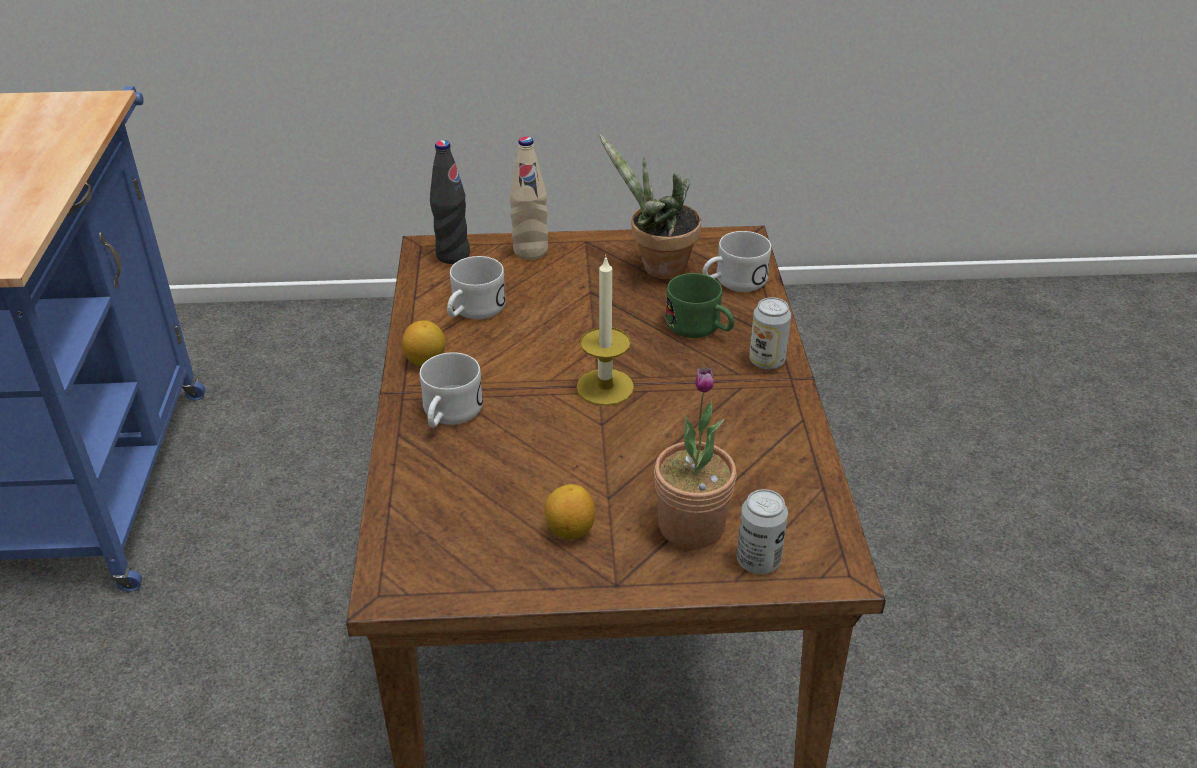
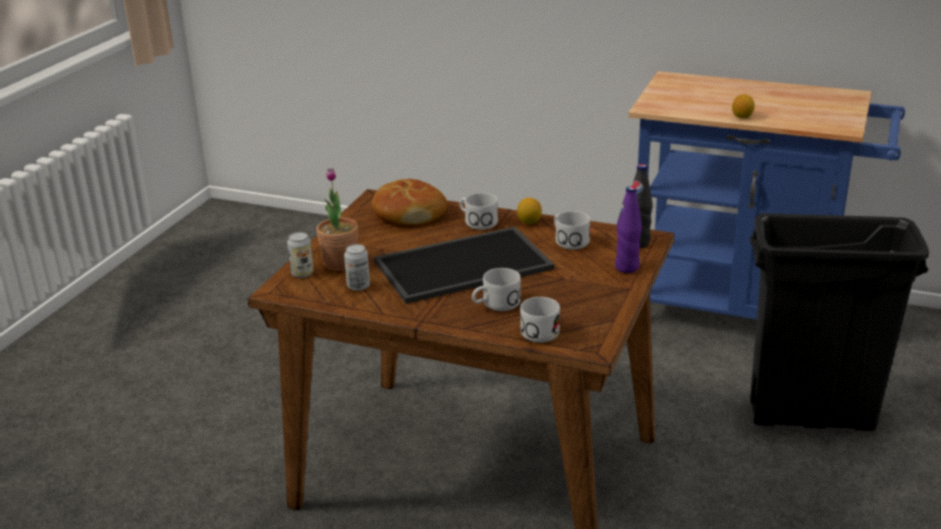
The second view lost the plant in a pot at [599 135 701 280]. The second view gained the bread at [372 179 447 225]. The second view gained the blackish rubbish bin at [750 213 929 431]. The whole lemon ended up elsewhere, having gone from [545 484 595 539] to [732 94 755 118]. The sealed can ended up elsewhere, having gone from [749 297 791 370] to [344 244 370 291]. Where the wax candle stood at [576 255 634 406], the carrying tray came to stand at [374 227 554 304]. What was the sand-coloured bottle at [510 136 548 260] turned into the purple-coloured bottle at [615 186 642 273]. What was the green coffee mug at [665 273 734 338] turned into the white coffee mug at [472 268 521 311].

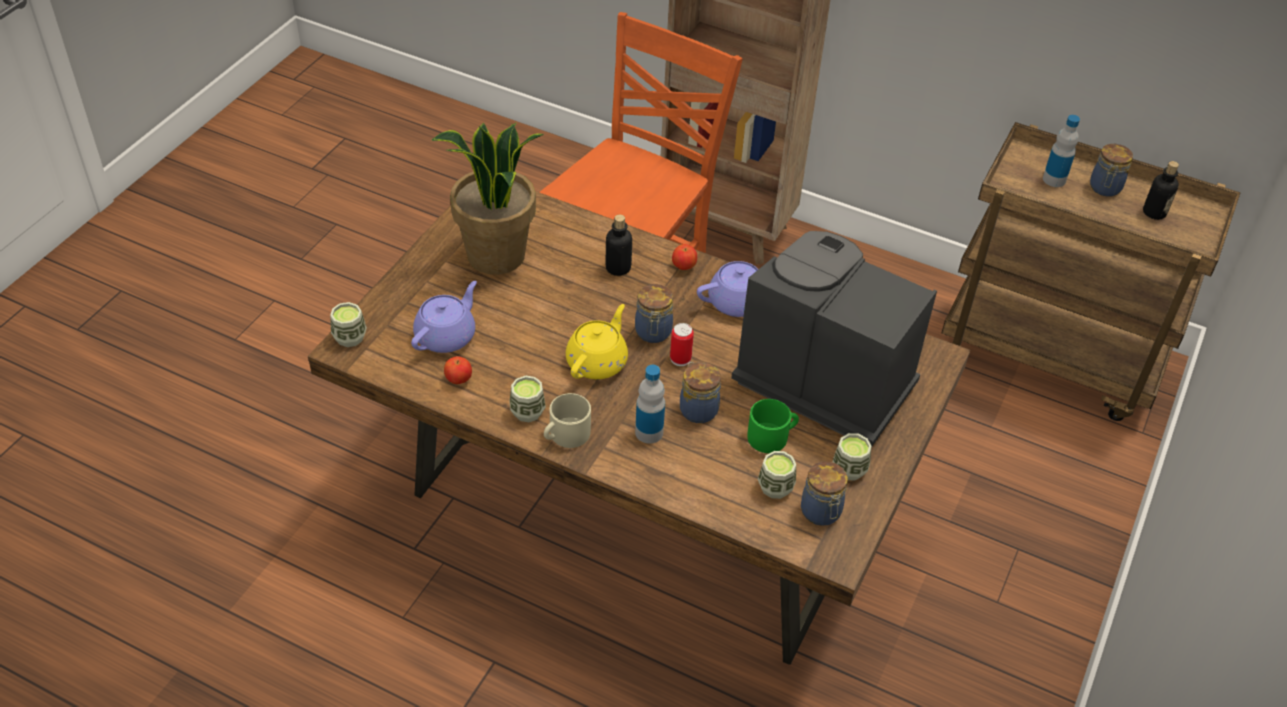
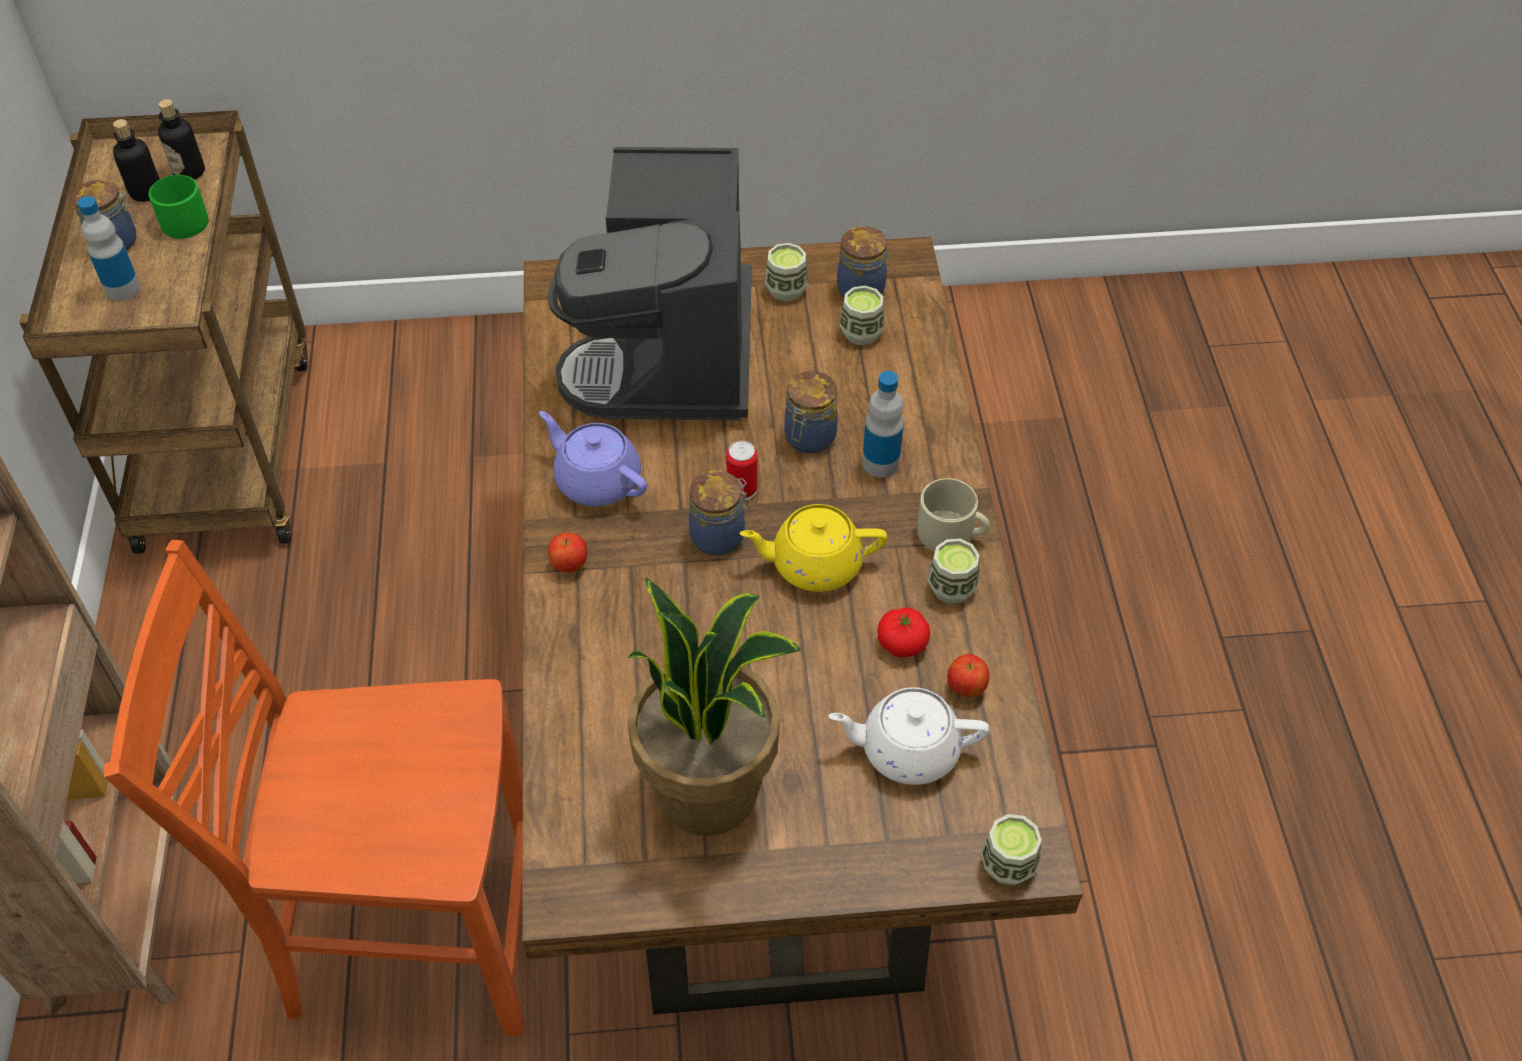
The second view gained the tomato at [877 607 930 657]. The bottle ended up elsewhere, having gone from [606 215 632 276] to [158 99 205 180]. The green coffee mug ended up elsewhere, having gone from [747 399 799 453] to [149 175 209 239]. What was the purple-coloured pot for tea at [411 281 477 353] turned into the white pot for tea at [829 687 990 785].

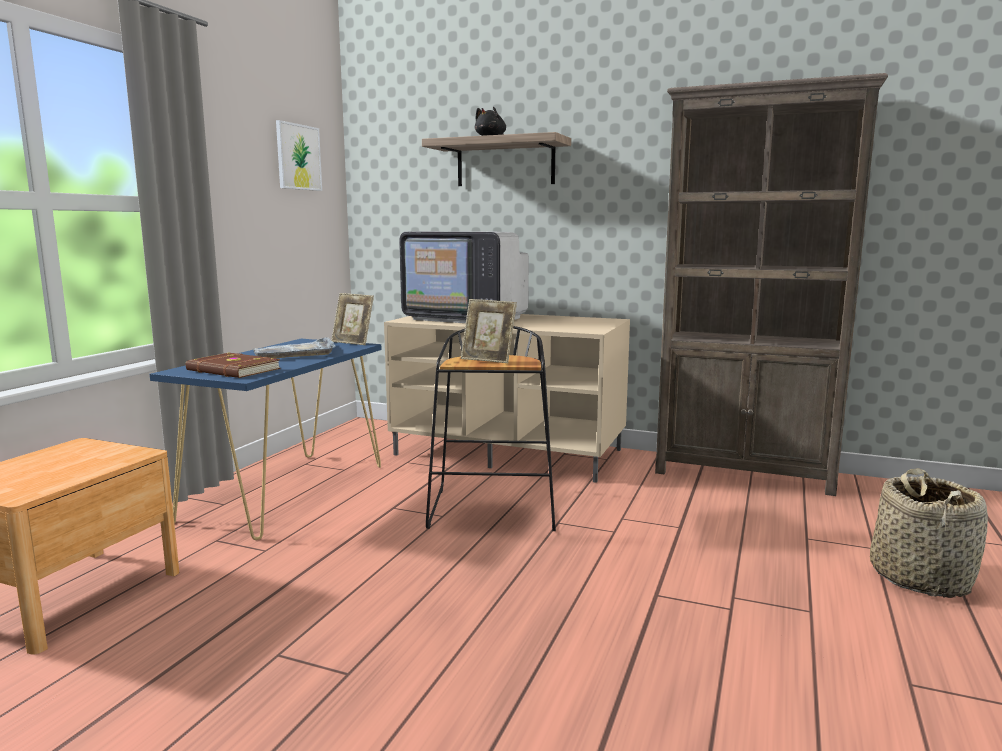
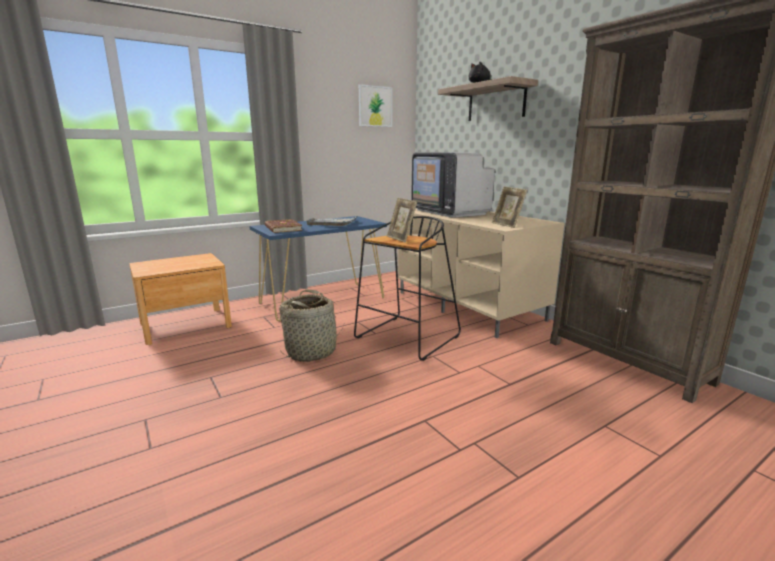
The picture frame ended up elsewhere, having gone from [331 293 374 345] to [492 187 527 228]. The storage basket ended up elsewhere, having gone from [870 468 988 598] to [279 289 344 362].

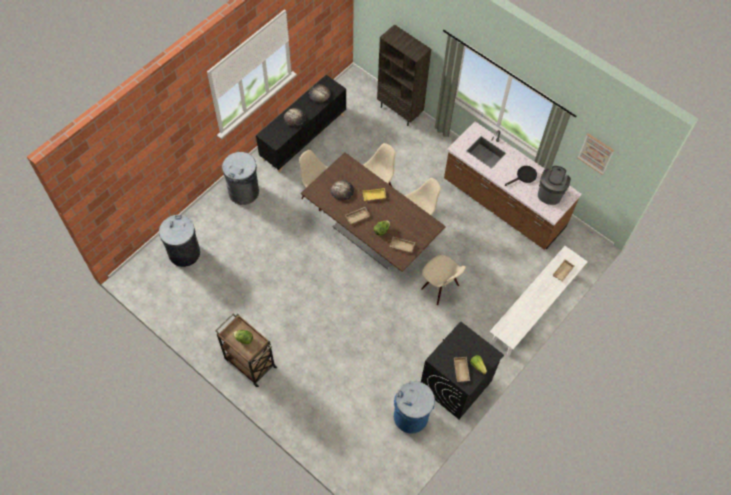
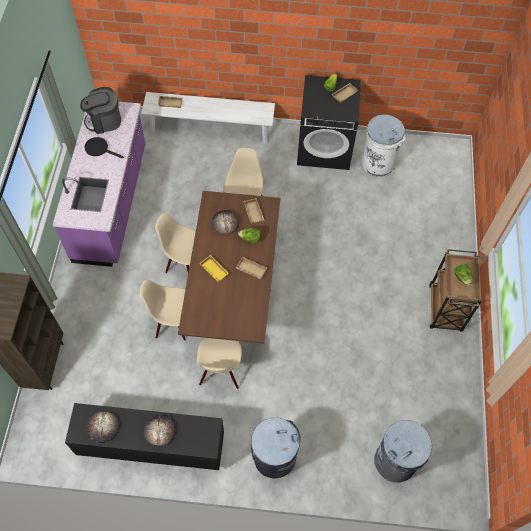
The second view lost the wall picture at [578 133 614 175]. The bread ended up elsewhere, having gone from [331 180 354 200] to [211 210 239 234]. What was the bluish rubbish bin at [394 381 435 433] turned into the white rubbish bin at [362 114 406 176]. What was the brown kitchen counter at [444 121 581 250] turned into the purple-coloured kitchen counter at [53 101 146 267].

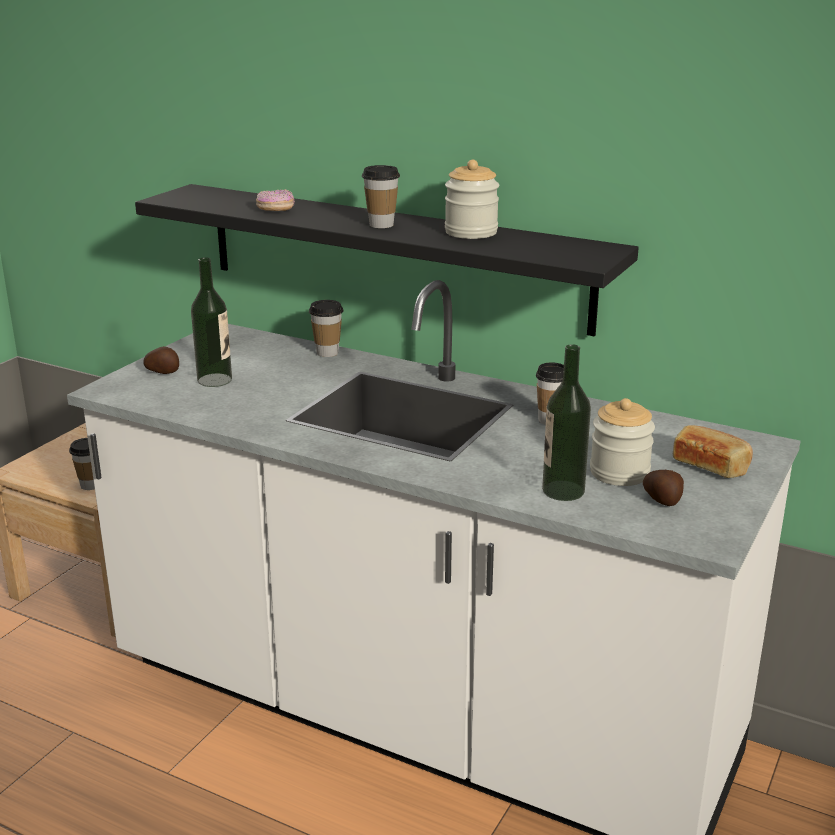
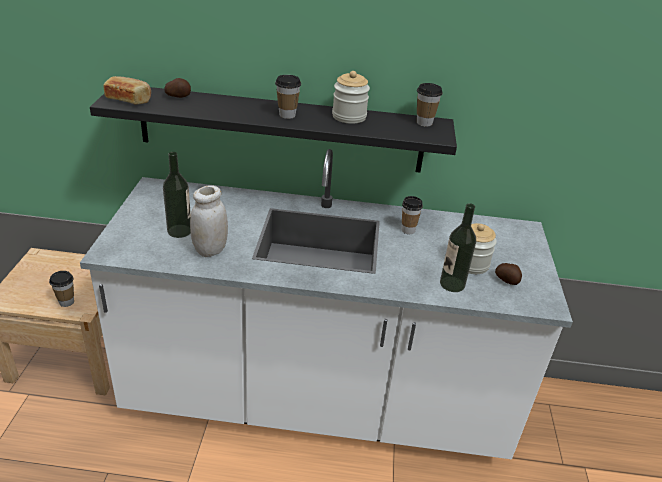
The second view lost the doughnut at [256 189 295 211]. The second view gained the white preserve jar at [190 185 228 257]. The whole potato ended up elsewhere, having gone from [144 346 179 374] to [164 78 191 98]. The drinking cup ended up elsewhere, having gone from [309 300 343 357] to [417 83 443 126]. The bread ended up elsewhere, having gone from [673 425 753 478] to [103 76 151 104].

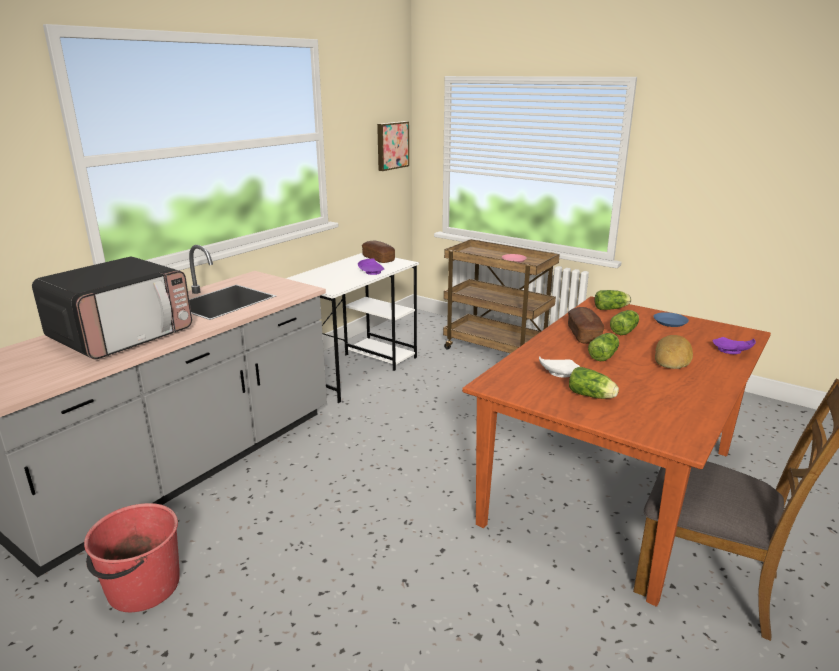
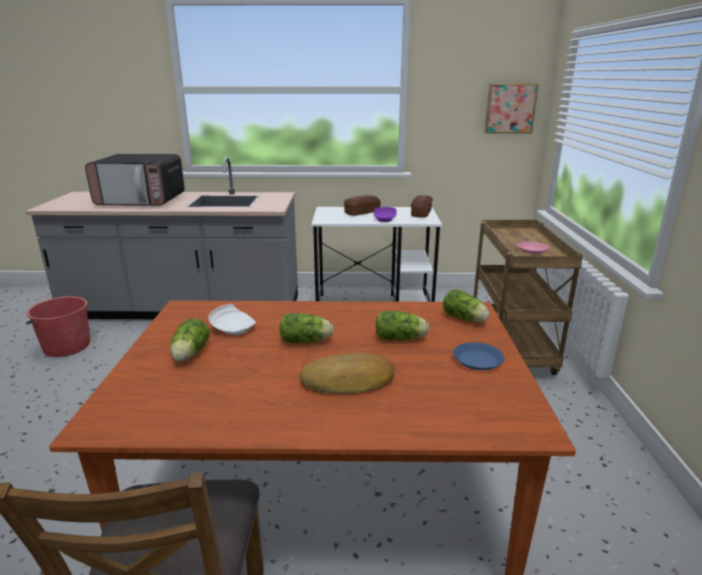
The second view lost the purple-coloured plate at [713 337 756 354]. The bread ended up elsewhere, having gone from [568 307 604 344] to [344 195 381 216].

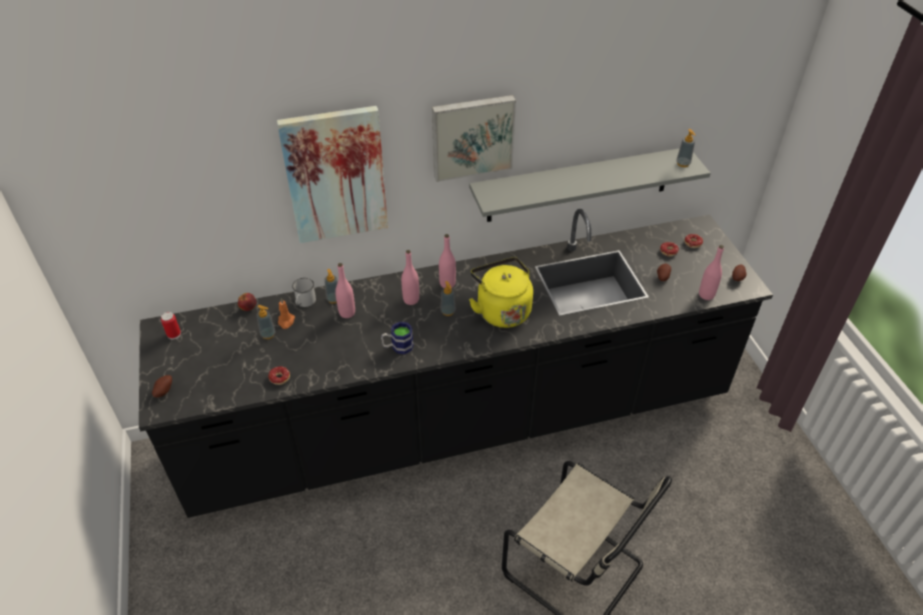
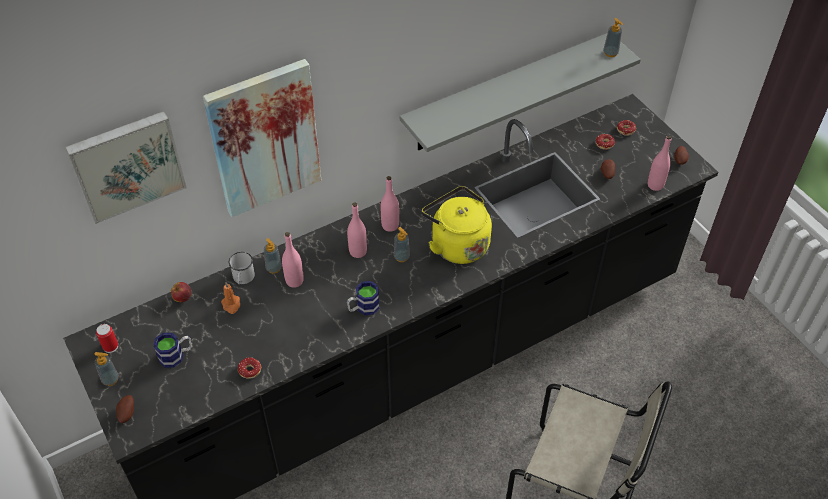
The second view gained the coffee mug at [153 333 192 368]. The soap bottle ended up elsewhere, having gone from [257 305 276 339] to [94 352 119 386]. The wall picture ended up elsewhere, having gone from [432 95 516 182] to [65 111 187 224].

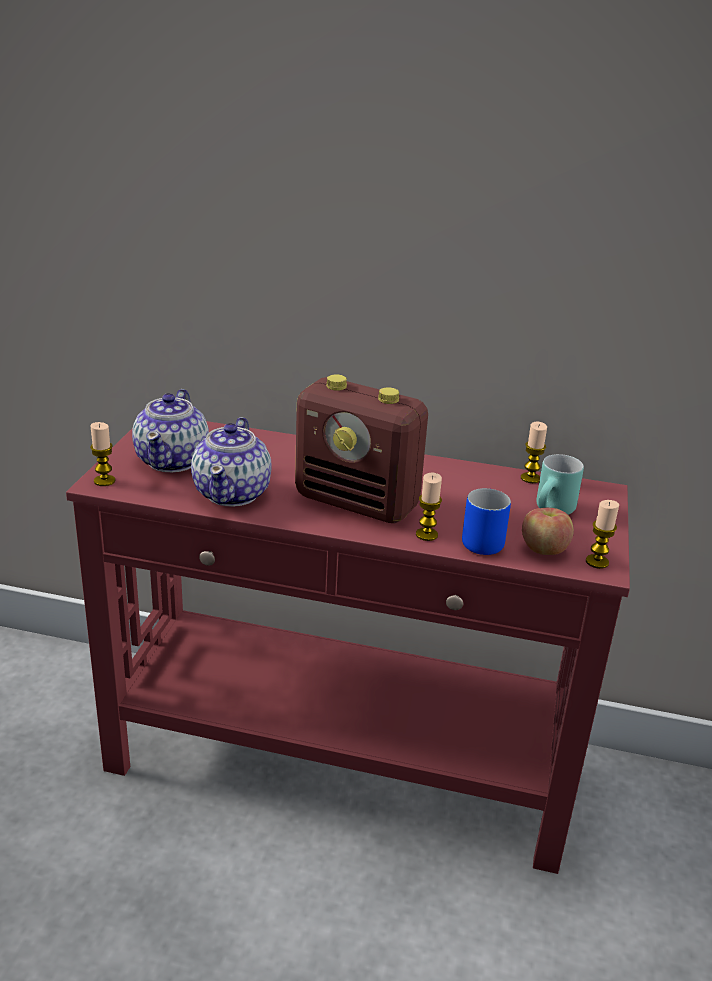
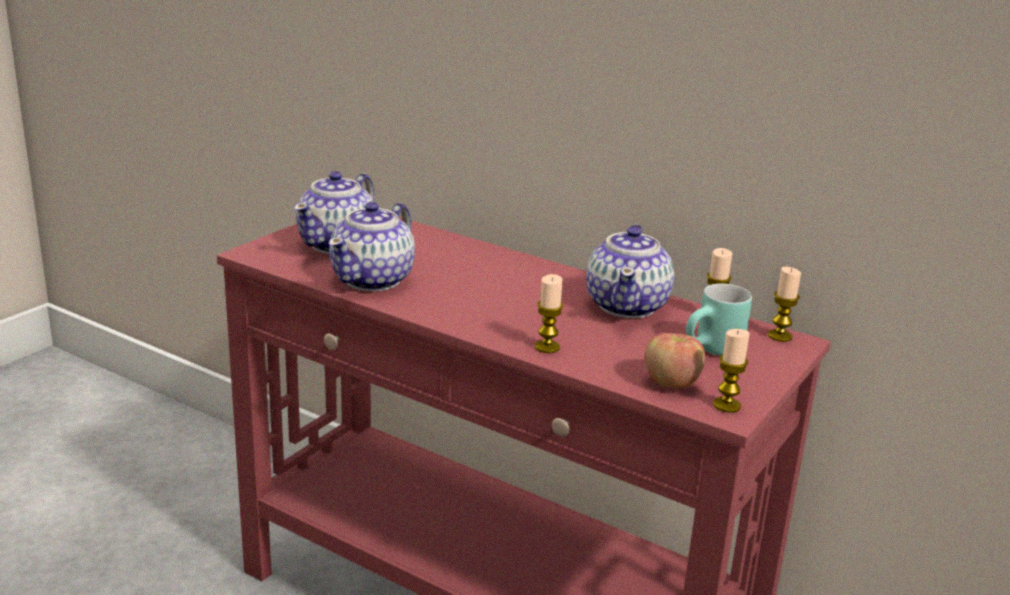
The second view lost the radio at [295 374 428 523]. The second view lost the bluish coffee mug at [462 488 511 555]. The second view gained the pot for tea at [586 224 674 318]. The wax candle ended up elsewhere, having gone from [90 422 115 486] to [768 267 801 342].

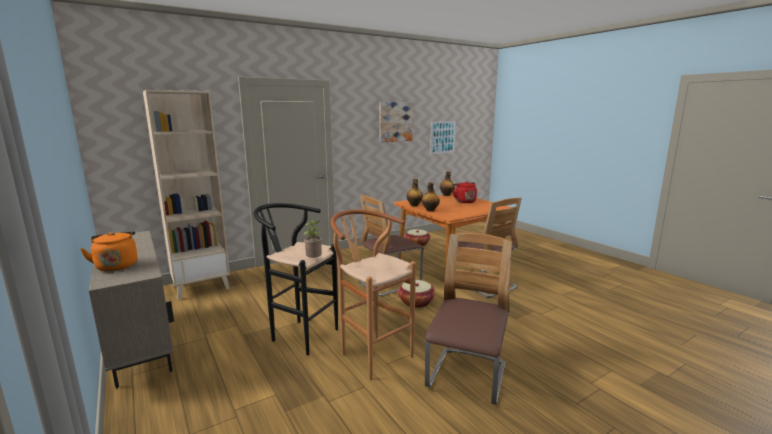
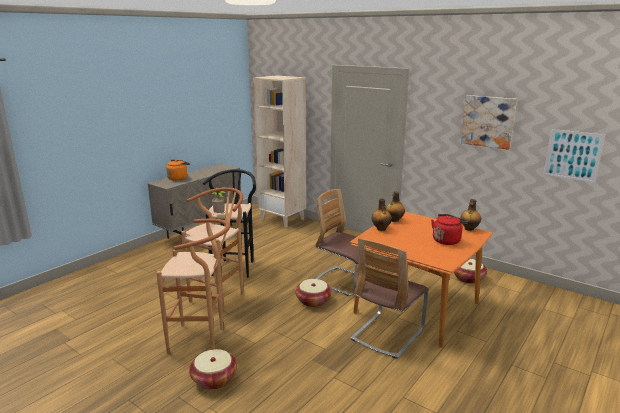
The second view gained the storage basket at [189 349 237 390]. Where the chair stood at [425 233 512 405], the brown stool came to stand at [156 219 230 354].

